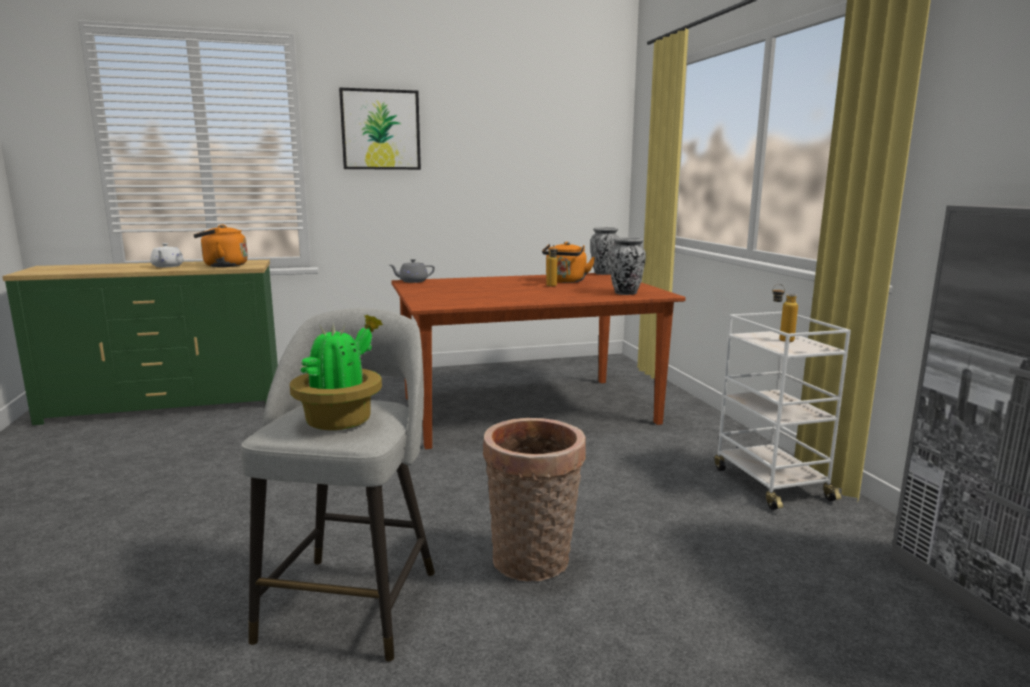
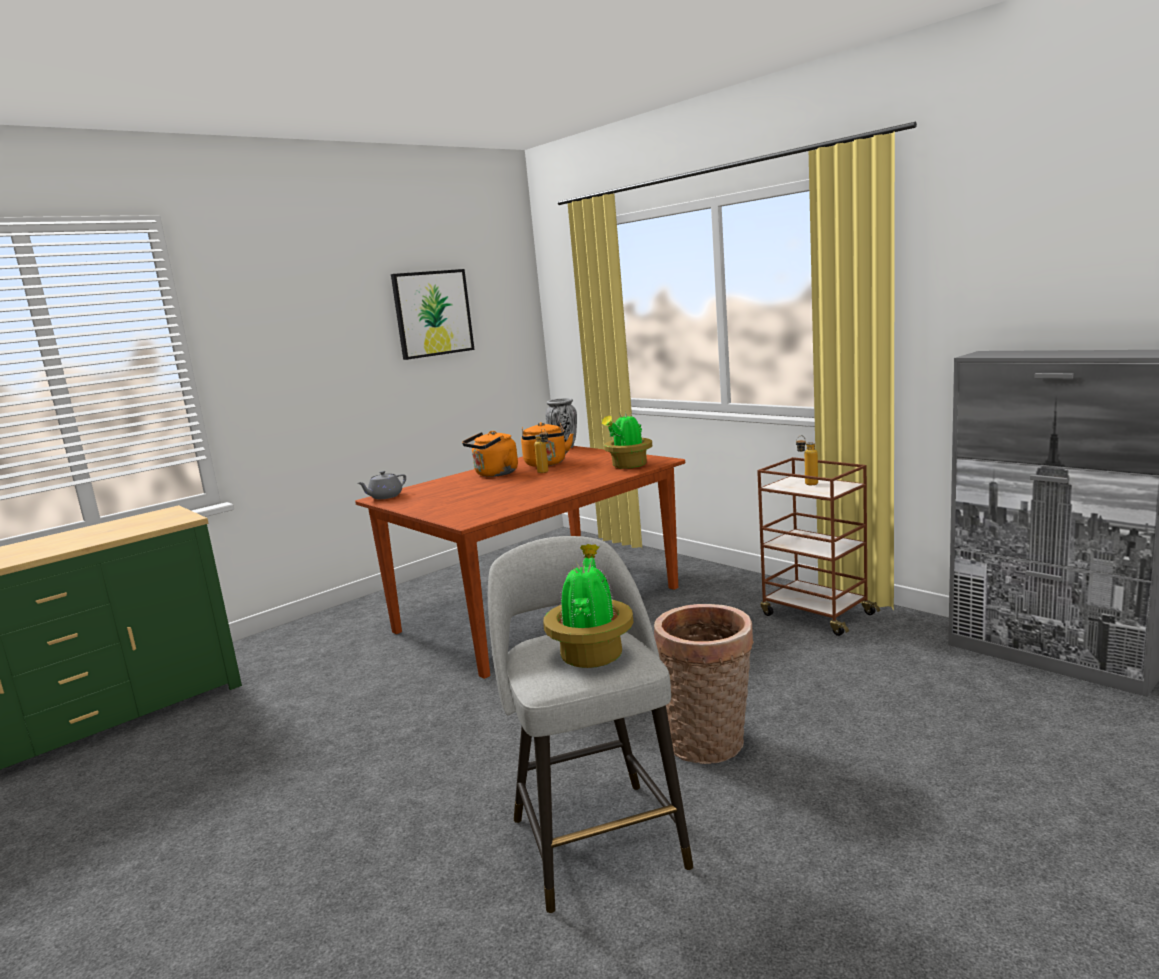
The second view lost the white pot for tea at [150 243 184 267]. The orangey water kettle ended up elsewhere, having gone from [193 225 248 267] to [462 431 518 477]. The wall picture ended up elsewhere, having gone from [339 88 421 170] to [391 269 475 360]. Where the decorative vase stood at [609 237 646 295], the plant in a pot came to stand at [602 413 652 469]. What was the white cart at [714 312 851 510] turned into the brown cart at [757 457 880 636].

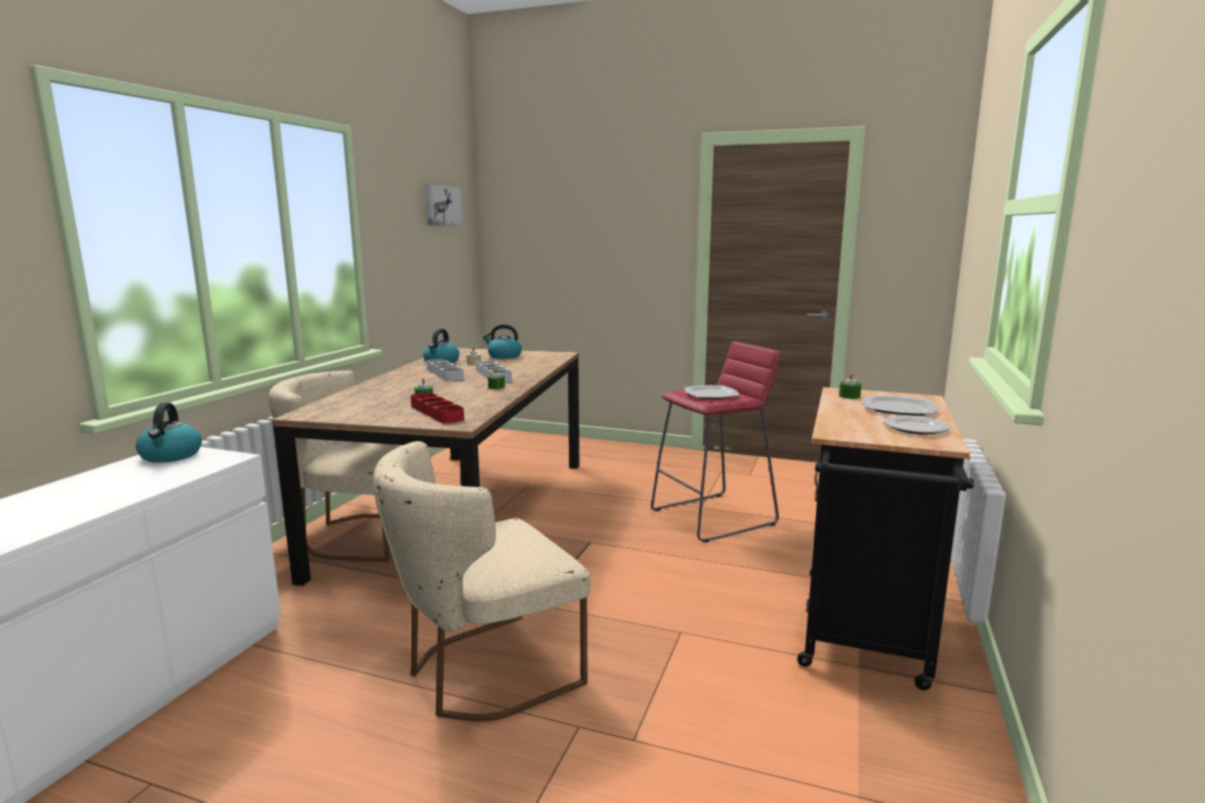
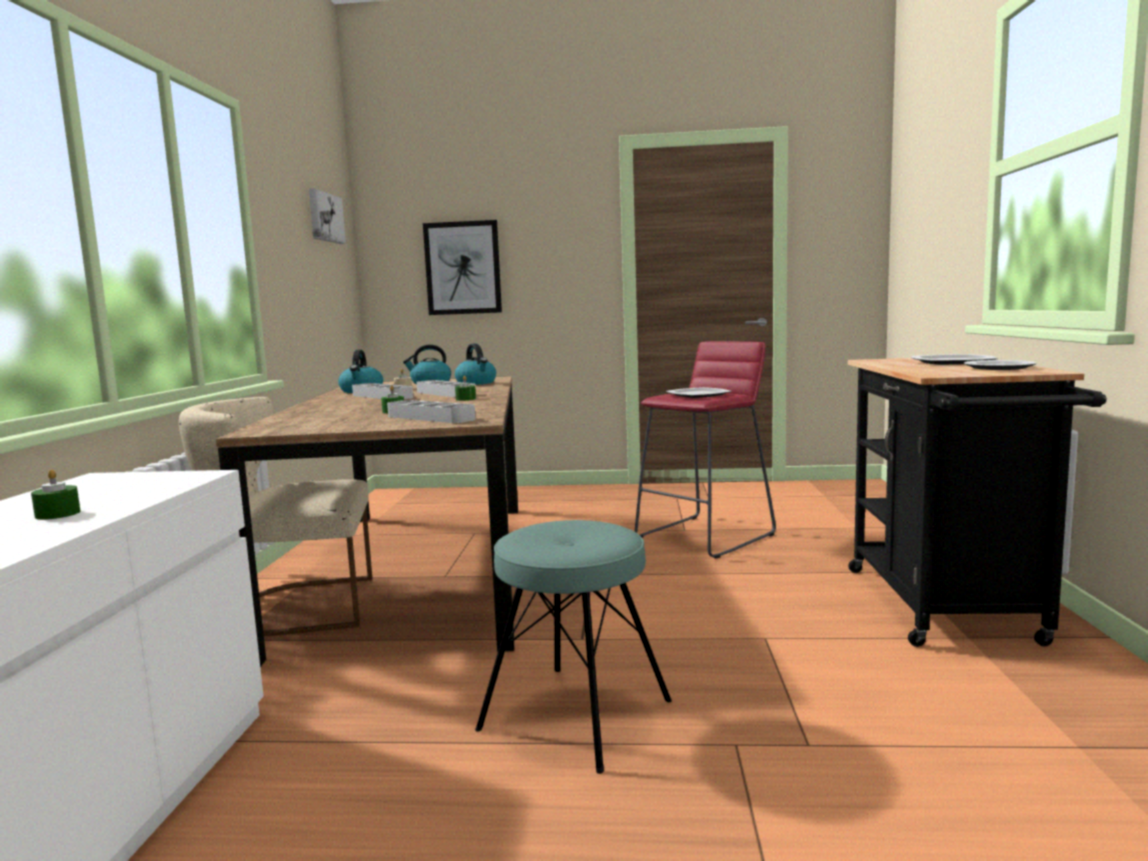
The second view gained the wall picture at [423 220 502 315]. The water kettle ended up elsewhere, having gone from [136 403 202 463] to [455 343 496 385]. The green wax candle ended up elsewhere, having gone from [839 372 862 399] to [31 469 80 520]. Where the sand-coloured chair stood at [373 441 590 721], the turquoise-coloured stool came to stand at [475 520 672 774]. What was the red carrying tray at [411 393 464 424] turned into the grey carrying tray at [387 400 476 423].

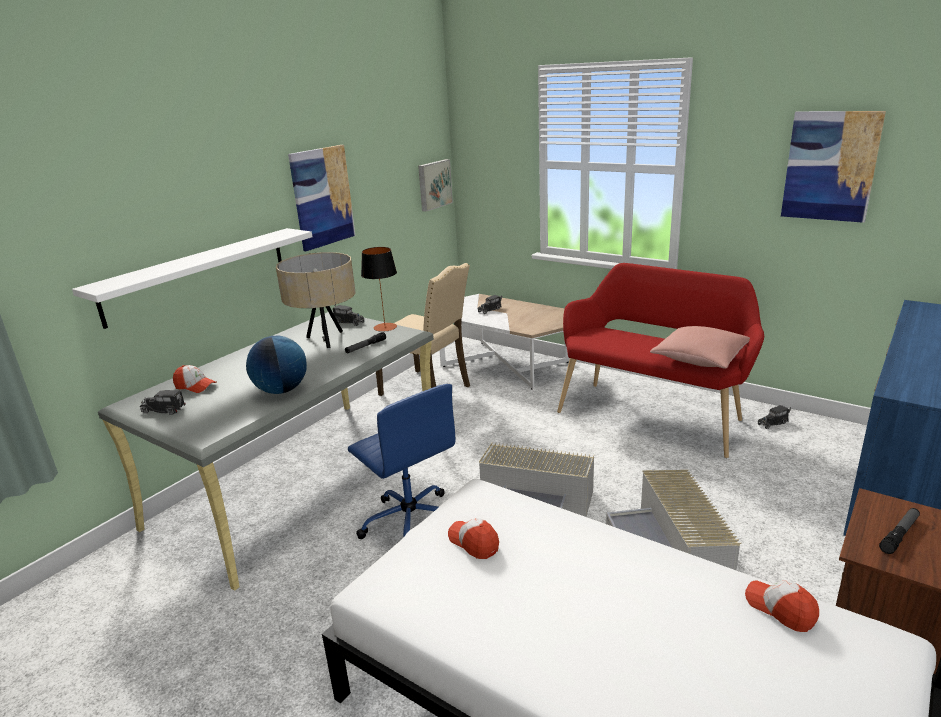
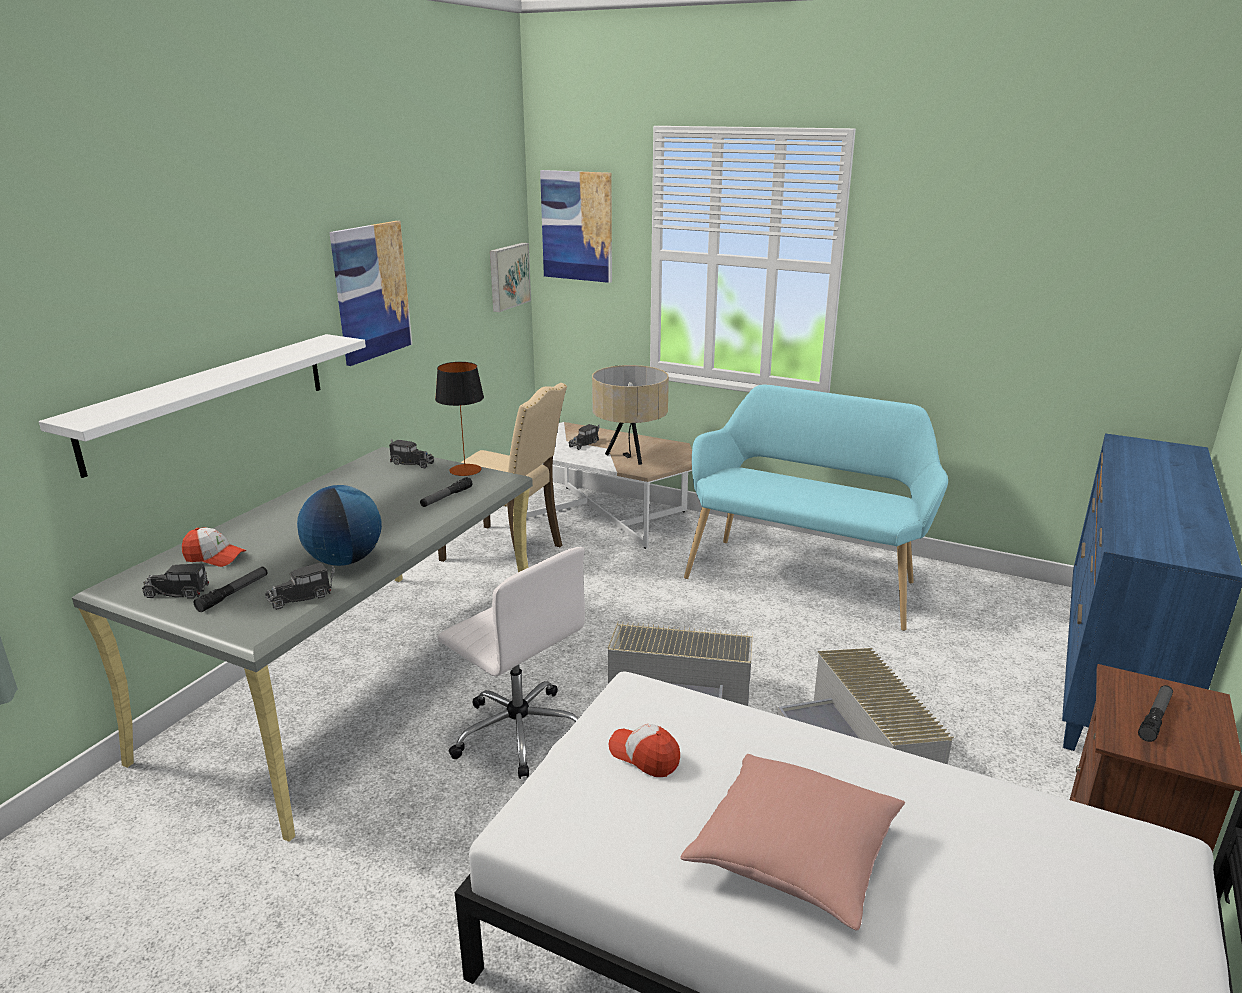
The second view lost the peaked cap at [745 580 819 632]. The second view gained the flashlight at [193 567 268 612]. The sand-coloured lamp for a table ended up elsewhere, having gone from [276 252 355 348] to [592 365 669 465]. The pink pillow ended up elsewhere, having gone from [650 326 750 369] to [680 754 905 930]. The toy lorry ended up elsewhere, having gone from [758 405 791 429] to [265 563 335 610]. The wall picture ended up elsewhere, having gone from [781 111 886 223] to [540 170 612 283]. What was the bluish computer chair at [348 384 455 539] turned into the white computer chair at [438 547 585 779]. What was the red bench at [557 263 764 458] turned into the turquoise-coloured bench at [684 384 948 631].

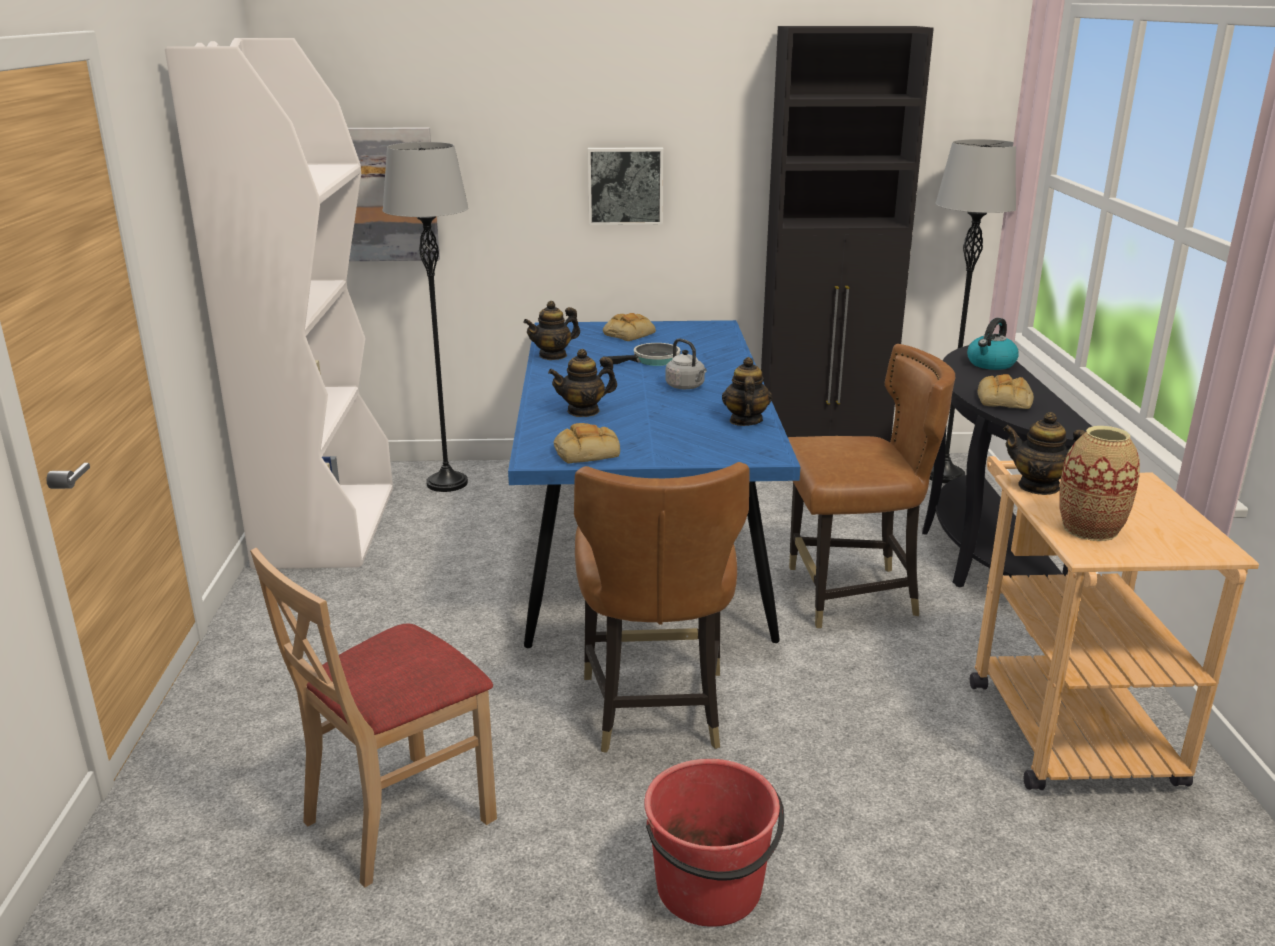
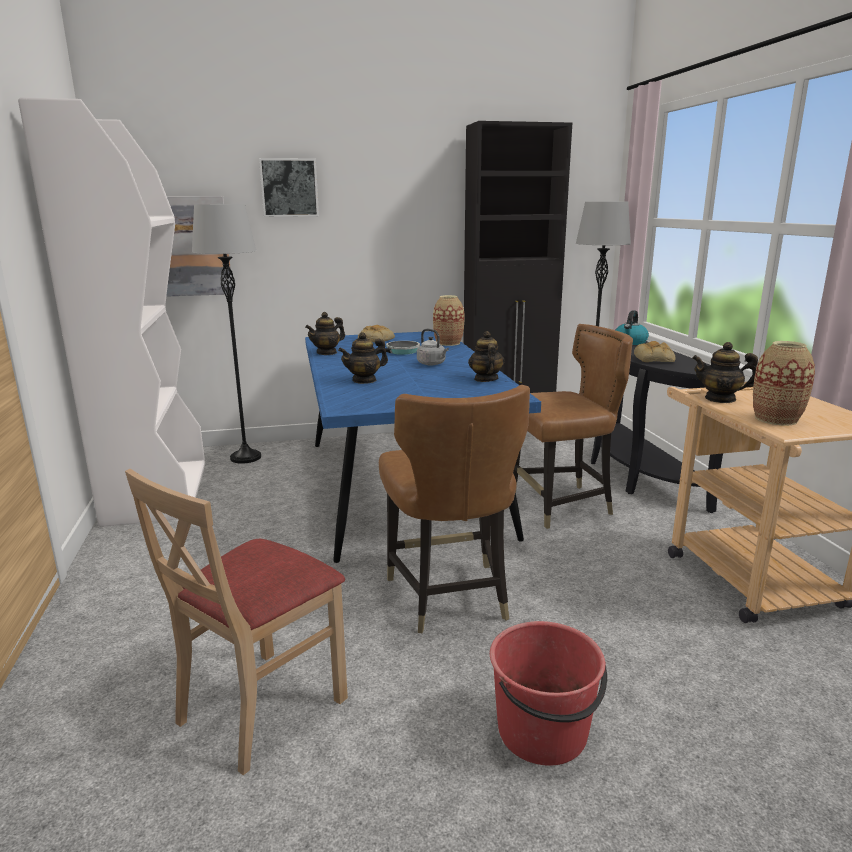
The second view lost the bread at [554 423 620 463]. The second view gained the decorative vase at [433 295 464 346]. The wall picture ended up elsewhere, having gone from [588 147 663 225] to [259 158 319 217].

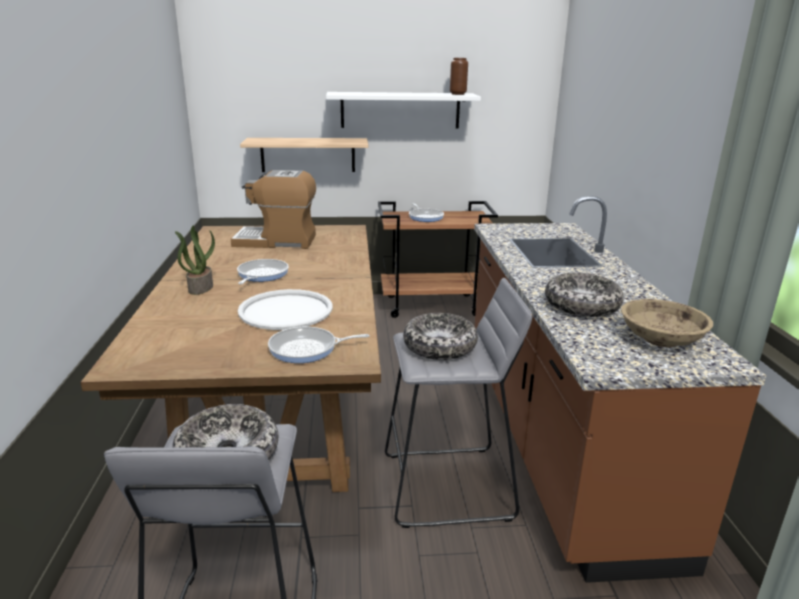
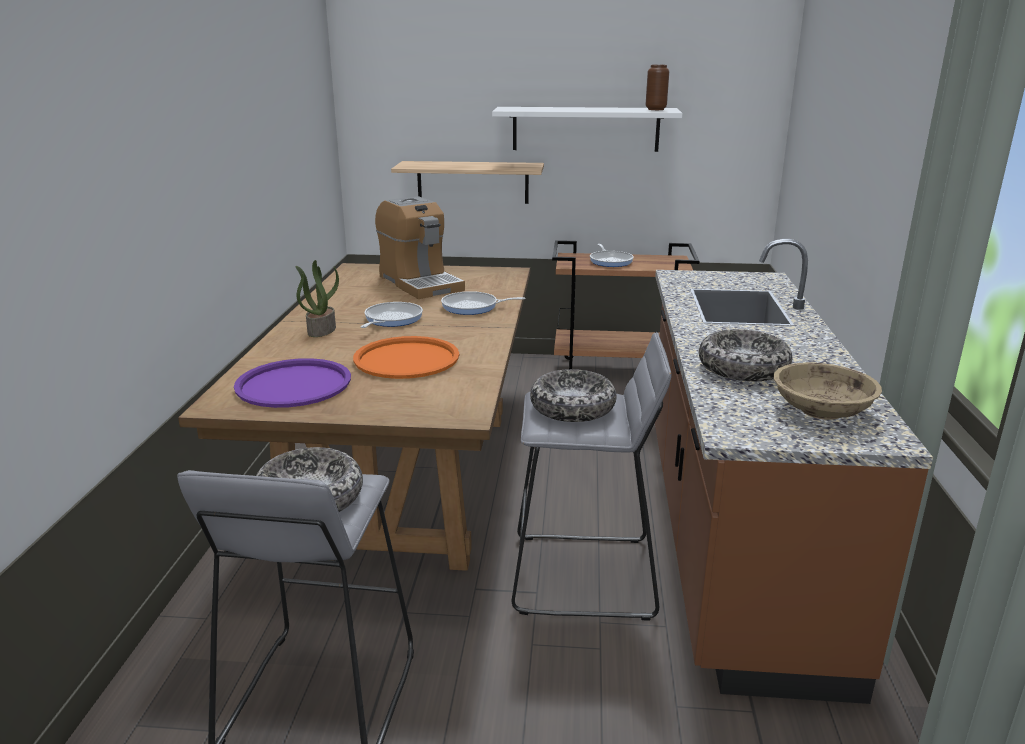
The second view gained the purple-coloured carrying tray at [234 358 351 408]. The skillet ended up elsewhere, having gone from [268 327 370 363] to [441 291 526 315]. What was the white carrying tray at [238 289 333 330] turned into the orangey carrying tray at [353 336 459 379]. The coffee brewer at [231 170 316 249] ended up facing another way, 135 degrees counterclockwise from before.

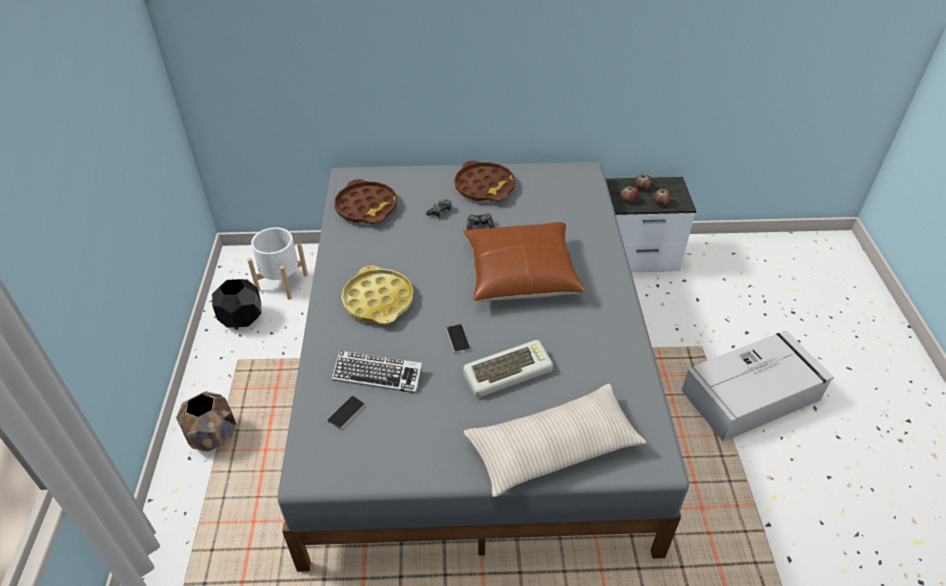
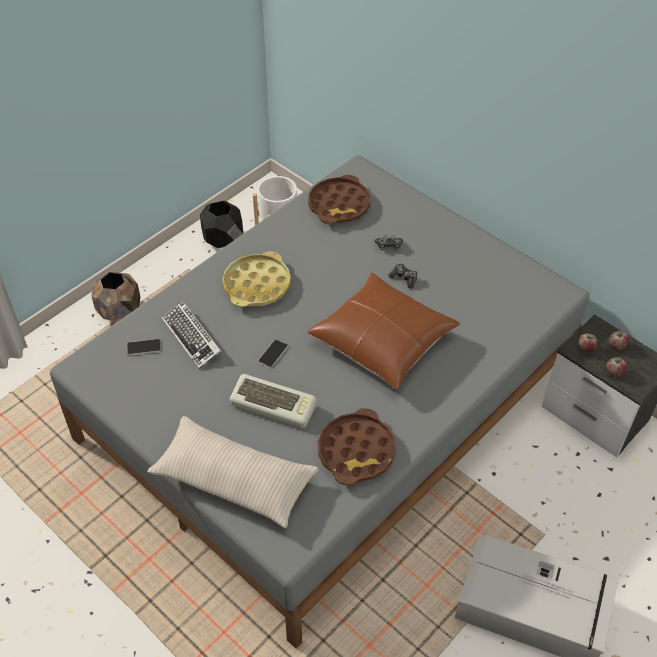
The brown carrying tray ended up elsewhere, having gone from [454 160 515 202] to [318 408 396 485].

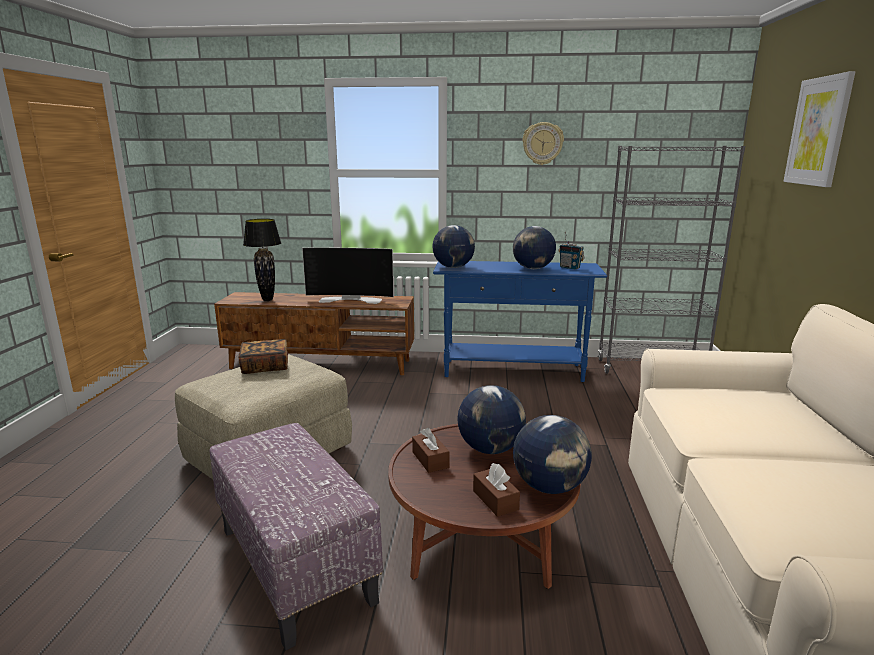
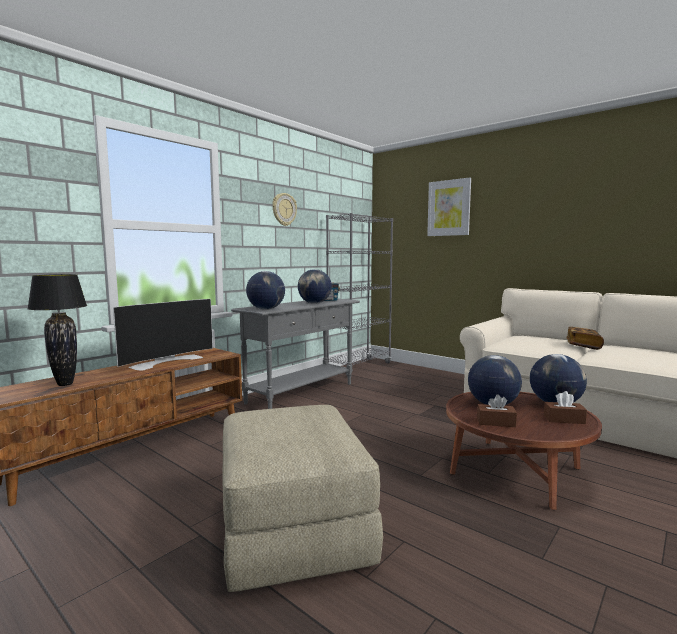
The second view lost the ottoman at [209 423 383 650]. The bound book ended up elsewhere, having gone from [238 339 288 374] to [566 327 604 350]. What was the bluish hall table at [433 261 607 382] turned into the grey hall table at [231 299 360 409].

